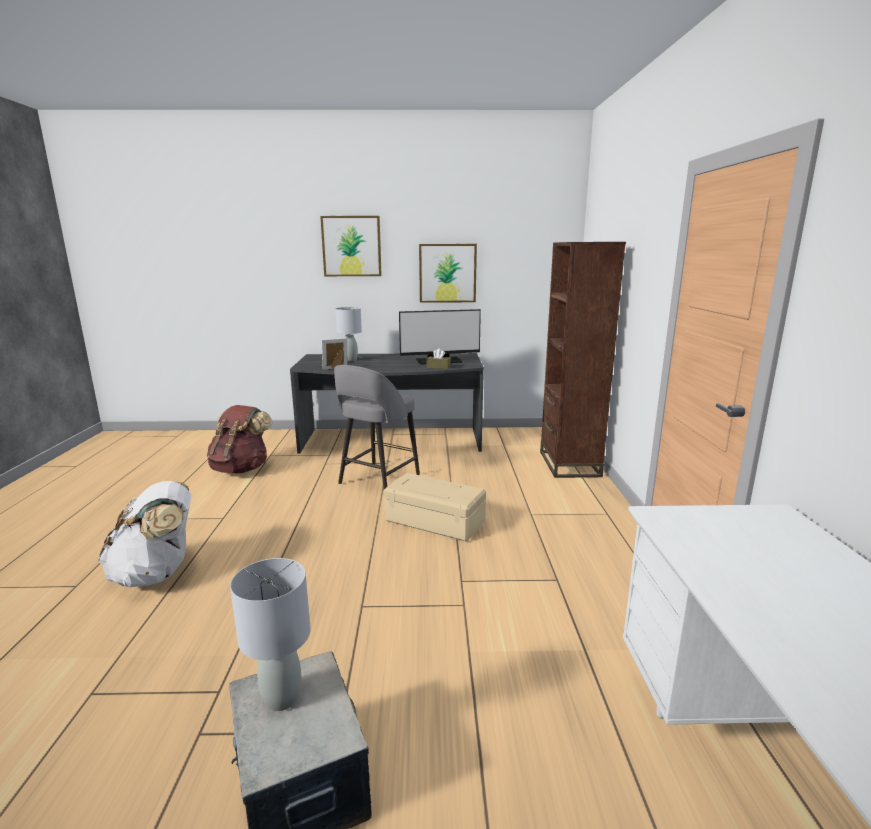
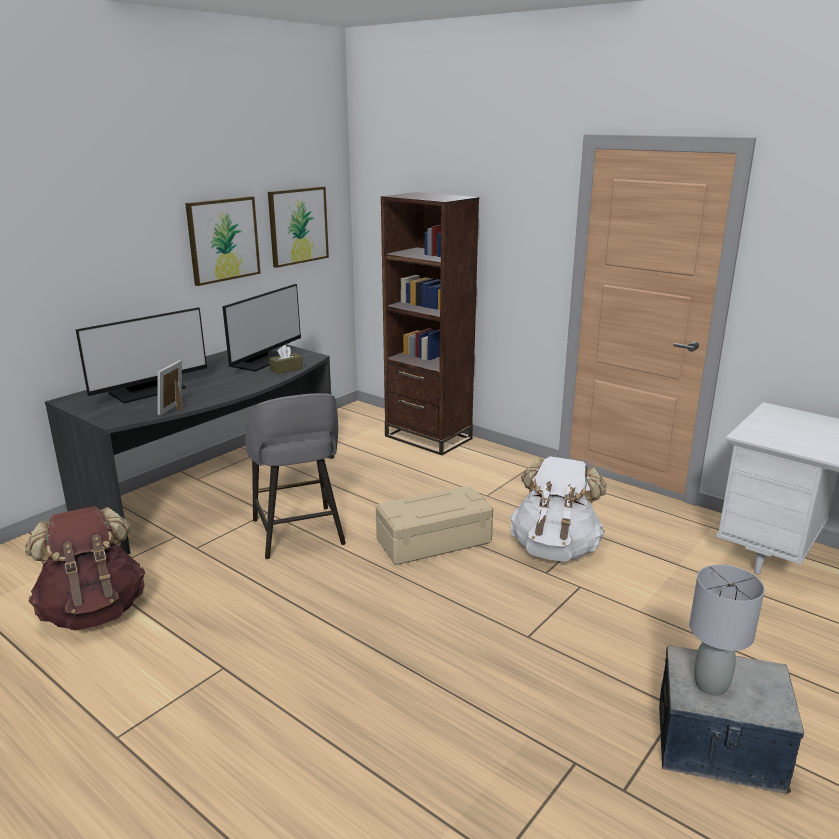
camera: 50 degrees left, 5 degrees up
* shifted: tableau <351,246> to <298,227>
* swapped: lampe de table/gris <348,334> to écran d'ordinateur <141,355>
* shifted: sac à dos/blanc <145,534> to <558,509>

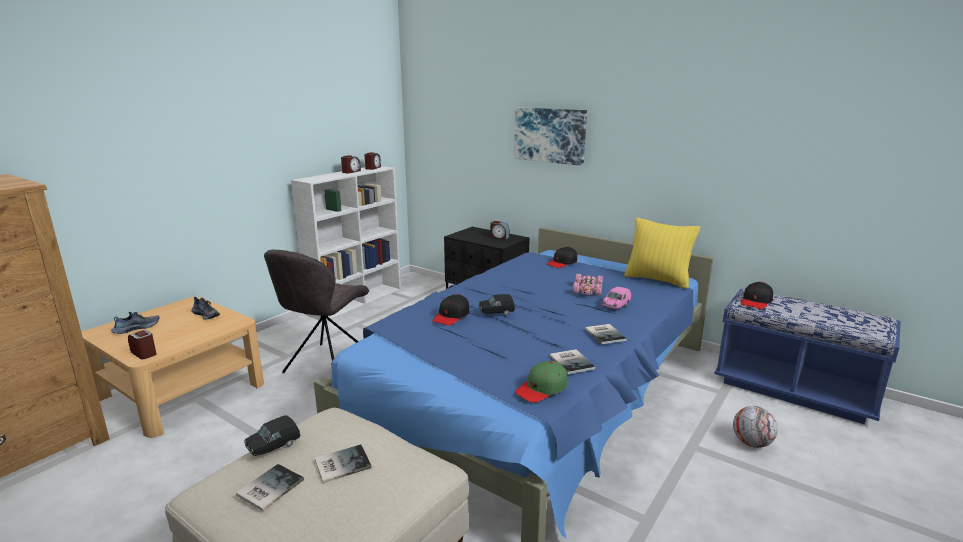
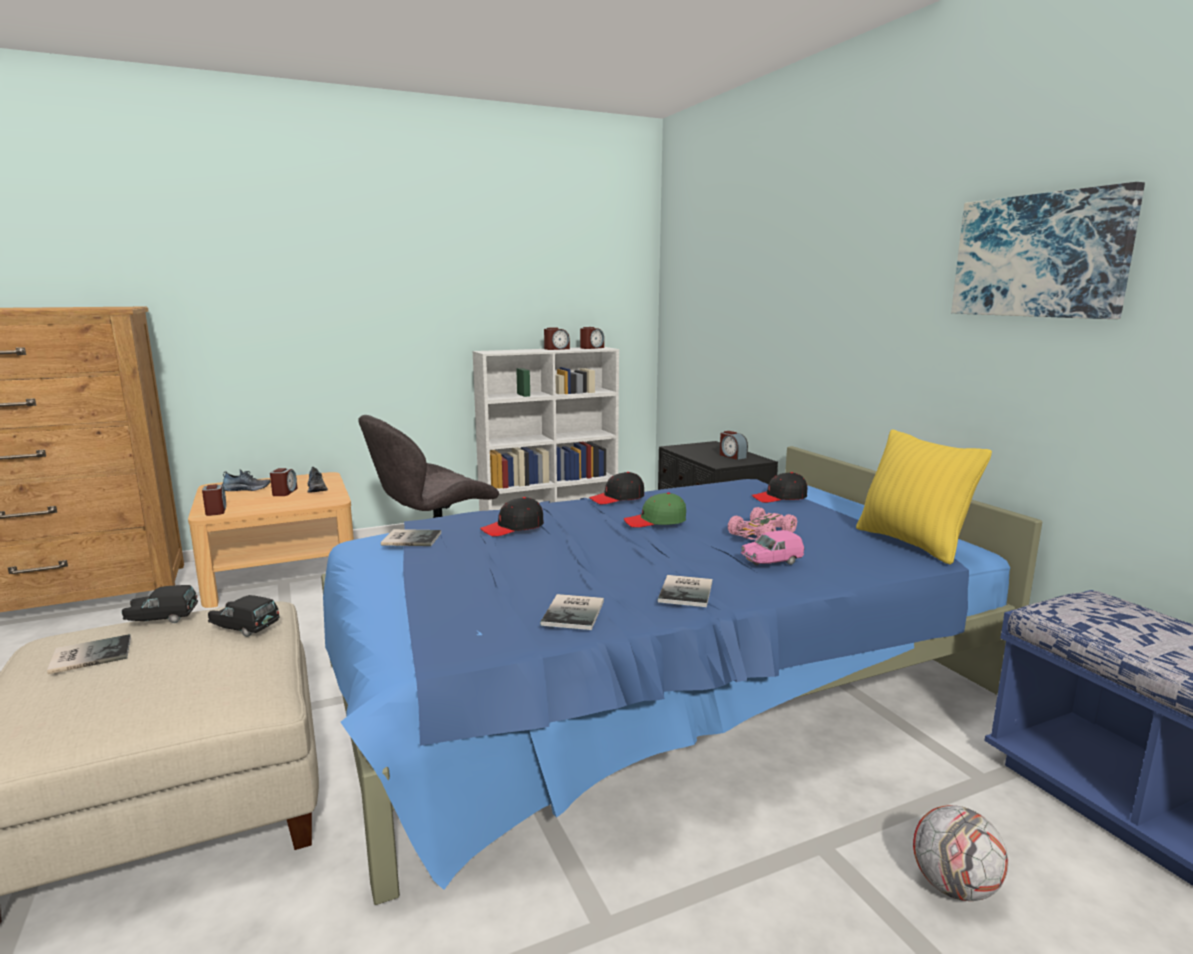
camera: 30 degrees right, 5 degrees down
* shifted: tableau <550,136> to <1048,250>
* shifted: casquette/noir <757,295> to <616,488>
* shifted: petite voiture/noir <496,304> to <244,616>
* shifted: casquette/vert <541,382> to <655,510>
* shifted: livre <343,463> to <411,537>
* new: réveil <284,482>

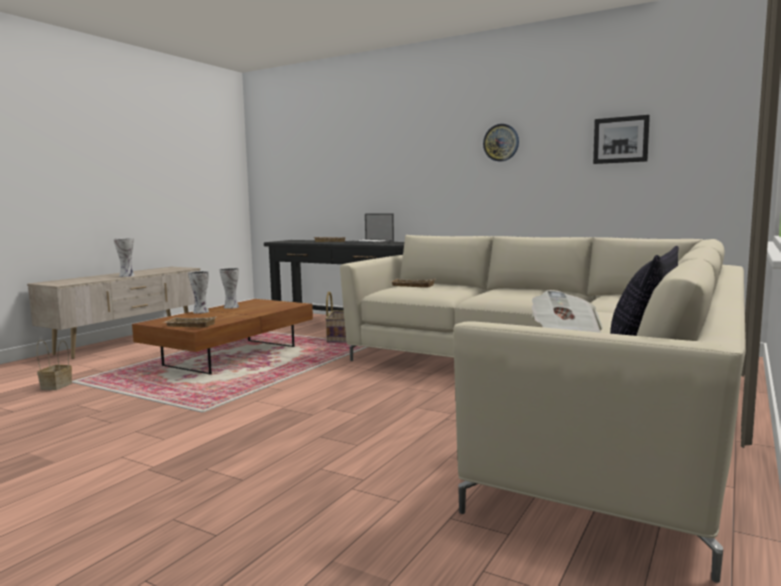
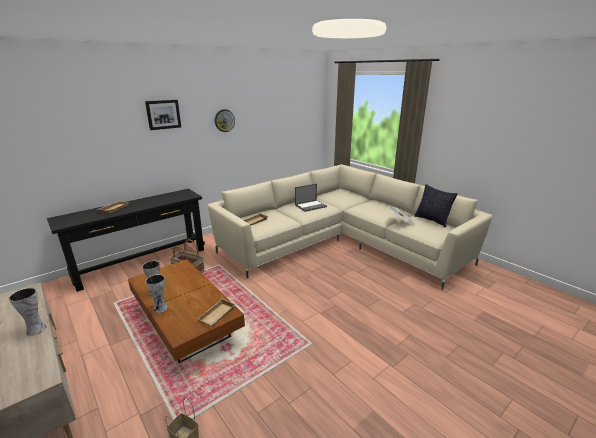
camera: 70 degrees left, 15 degrees up
* shifted: tableau <621,139> to <163,115>
* shifted: ordinateur portable <369,228> to <311,198>

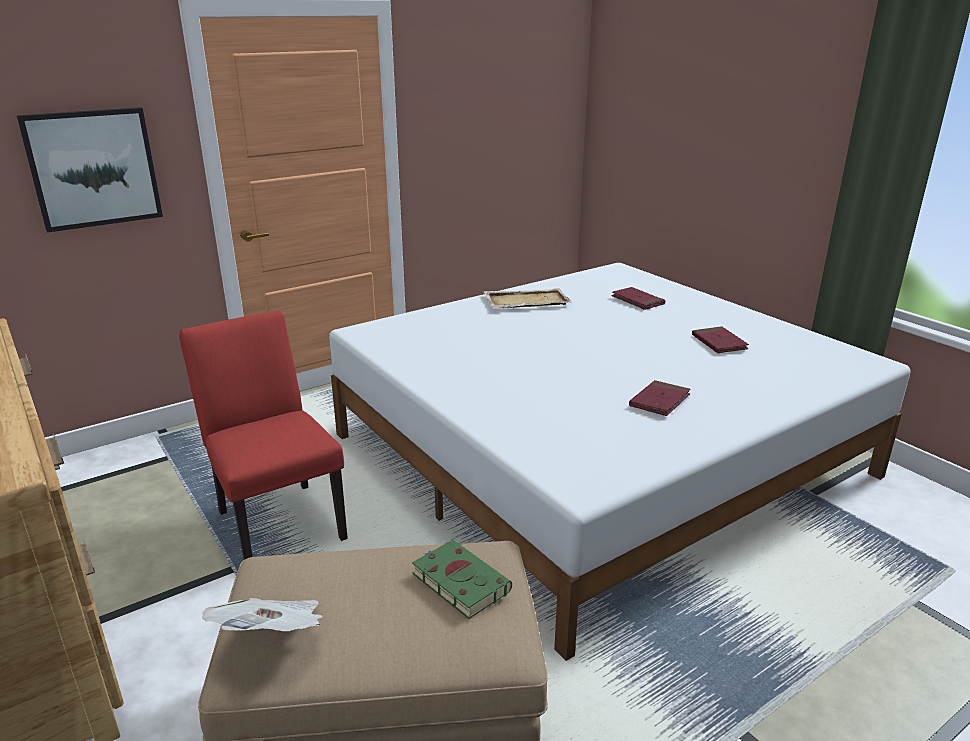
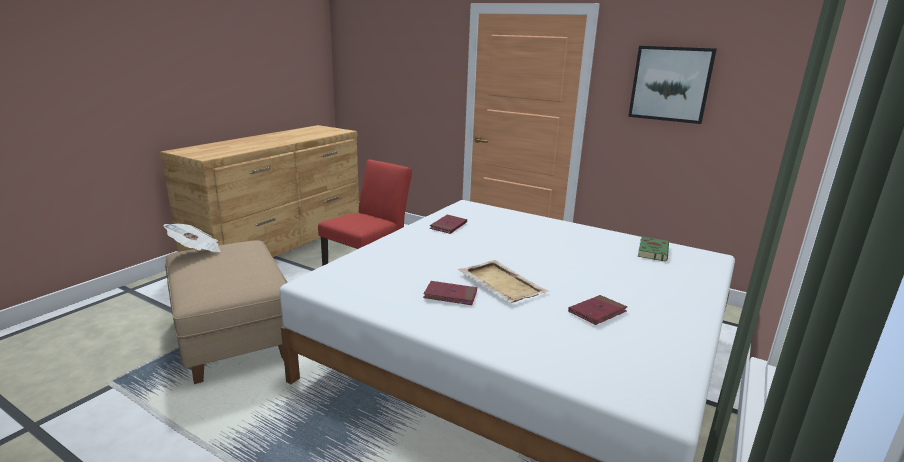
camera: 65 degrees right, 5 degrees down
* shifted: tableau <90,170> to <672,85>
* shifted: livre/rouge <638,298> to <448,224>
* shifted: plateau/beige <527,298> to <503,281>
* shifted: livre/vert <462,579> to <653,249>

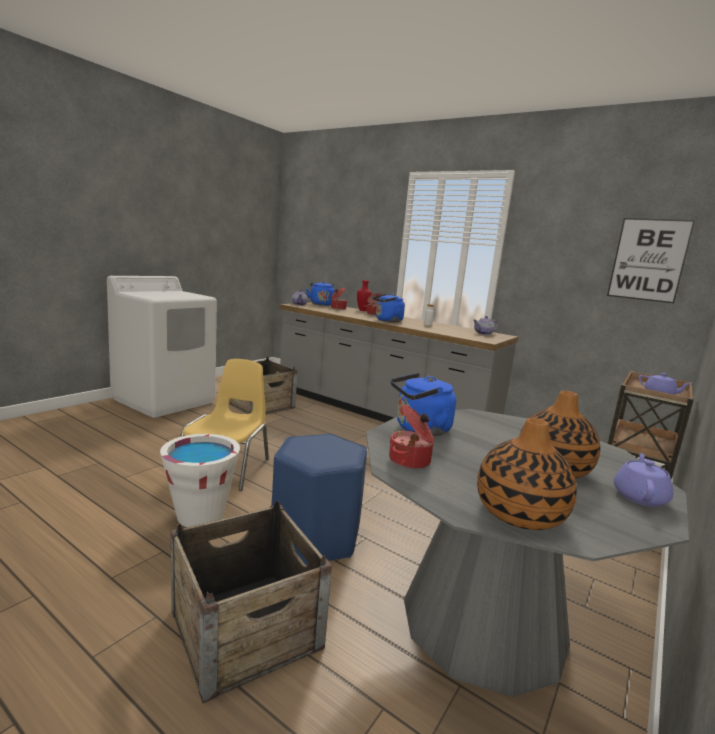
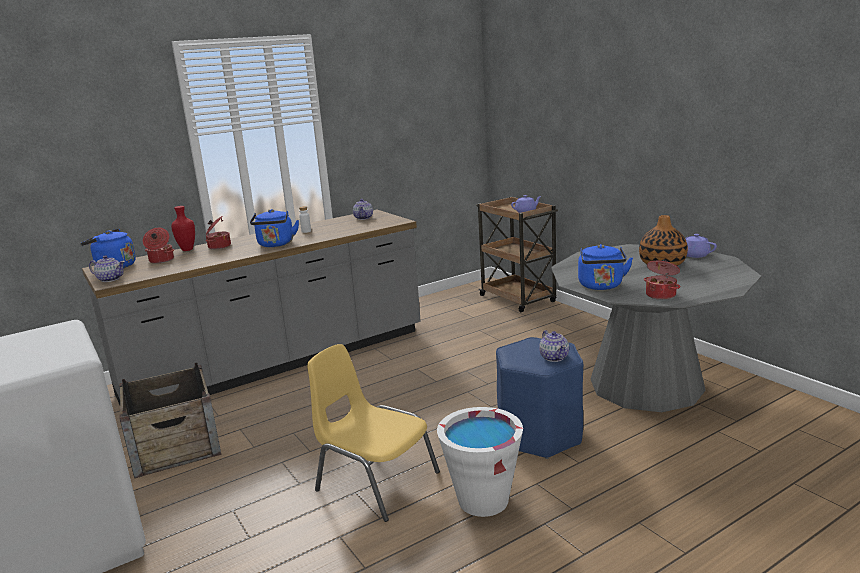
camera: 65 degrees left, 5 degrees up
* gone: tableau <651,260>
* gone: vase <527,474>
* gone: caisse <251,602>
* new: théière <554,346>

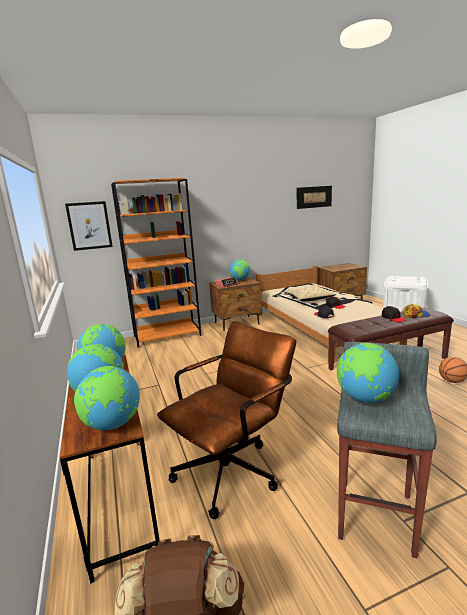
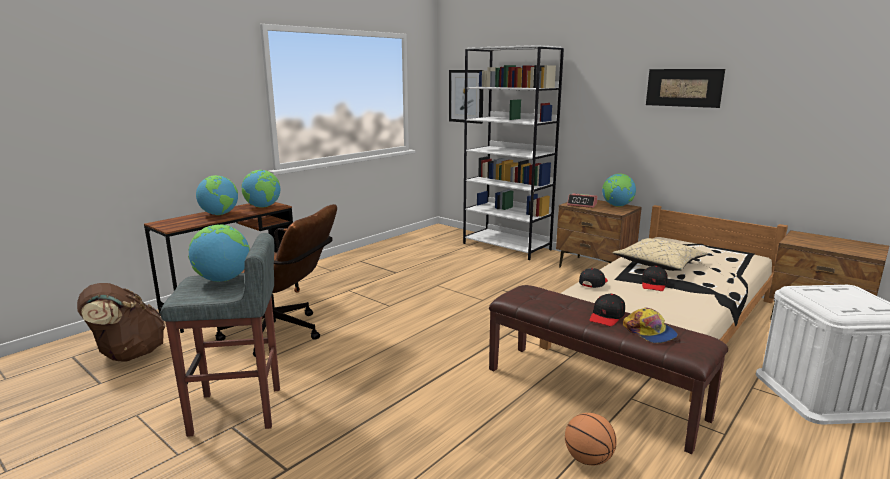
camera: 60 degrees right, 0 degrees up
* repainted: bibliothèque/orange <156,263> to bibliothèque/blanc <513,152>
* shifted: tableau <314,197> to <685,88>
* gone: globe <107,398>

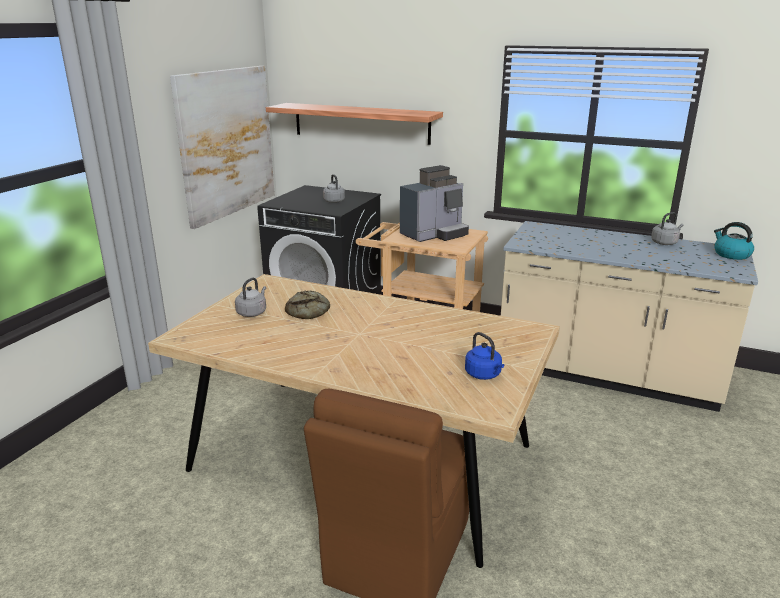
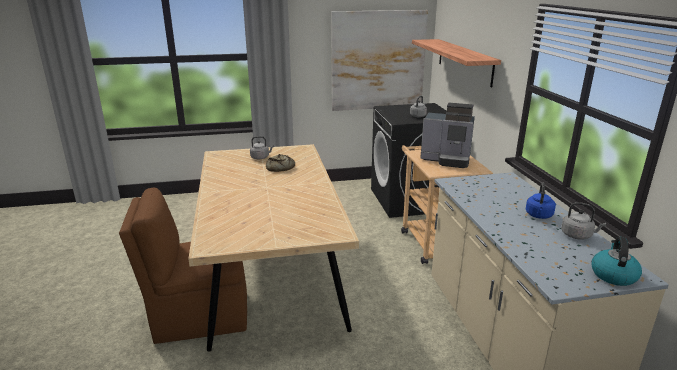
camera: 55 degrees right, 0 degrees up
* shifted: bouilloire/bleu <484,356> to <541,201>

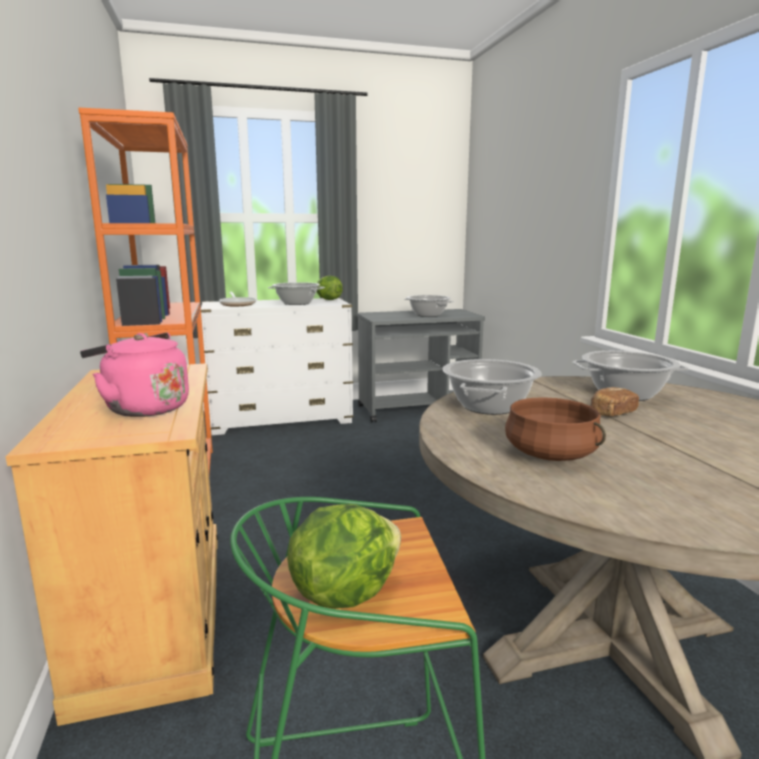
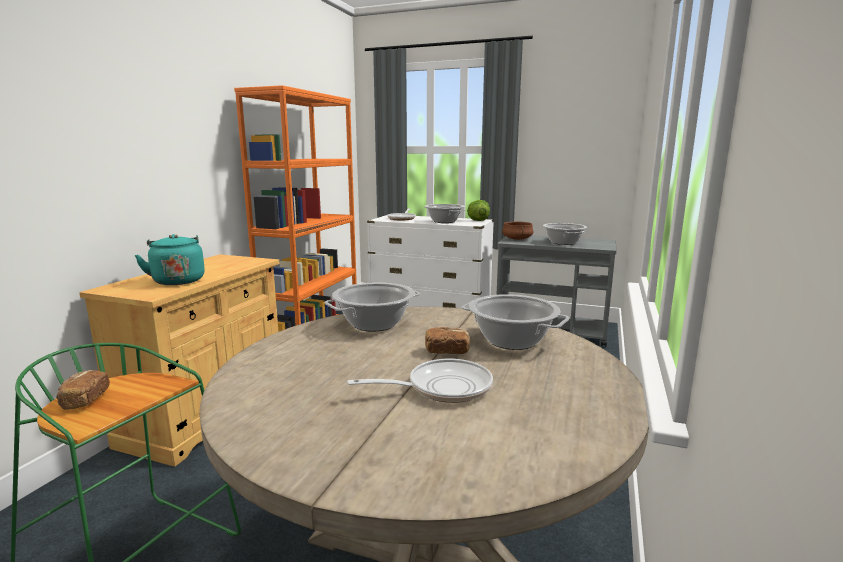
camera: 35 degrees right, 0 degrees up
* repainted: bouilloire/rose <134,374> to bouilloire/turquoise <170,259>
* shifted: marmite/marron <555,429> to <517,231>
* swapped: laitue <344,556> to pain <83,390>
* new: poêle <420,381>

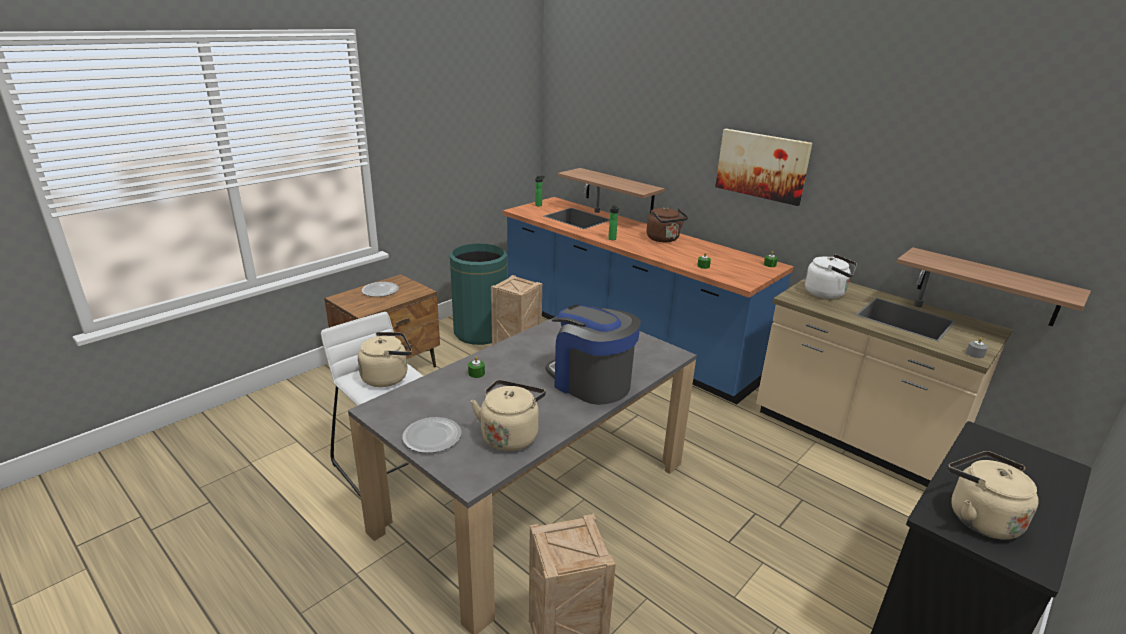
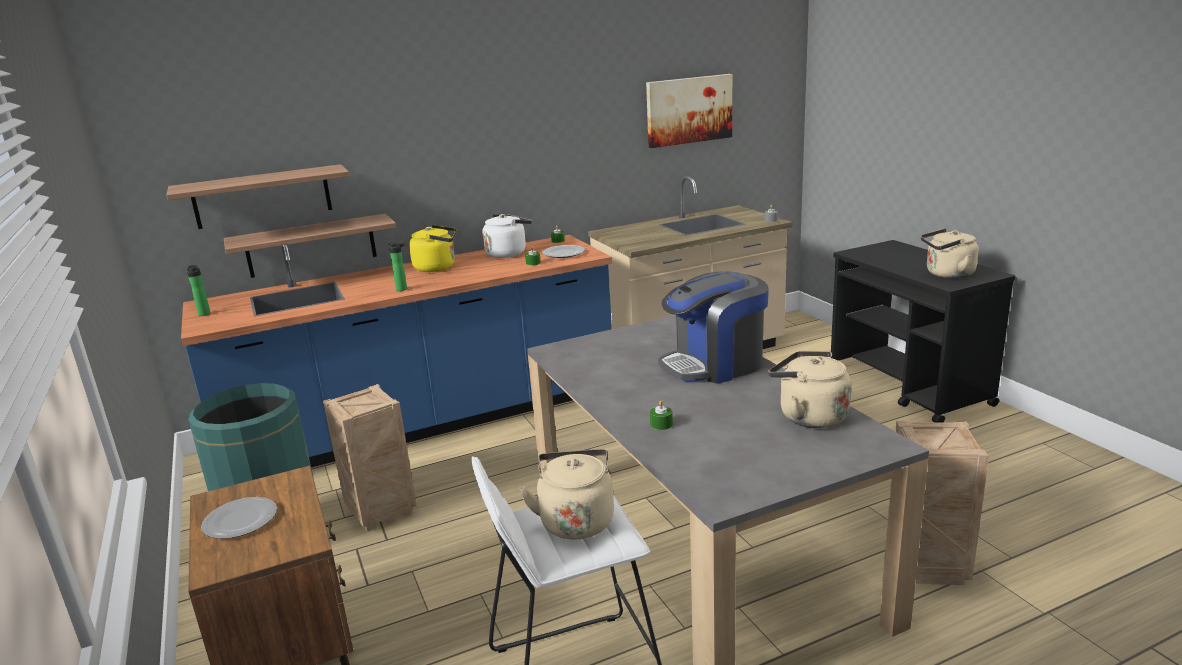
camera: 65 degrees left, 5 degrees down
* shifted: tableau <763,167> to <689,111>
* repainted: bouilloire/marron <667,224> to bouilloire/jaune <433,248>
* shifted: étagère <993,286> to <258,196>
* shifted: bouilloire/blanc <831,276> to <507,236>
* shifted: assiette <431,435> to <563,251>

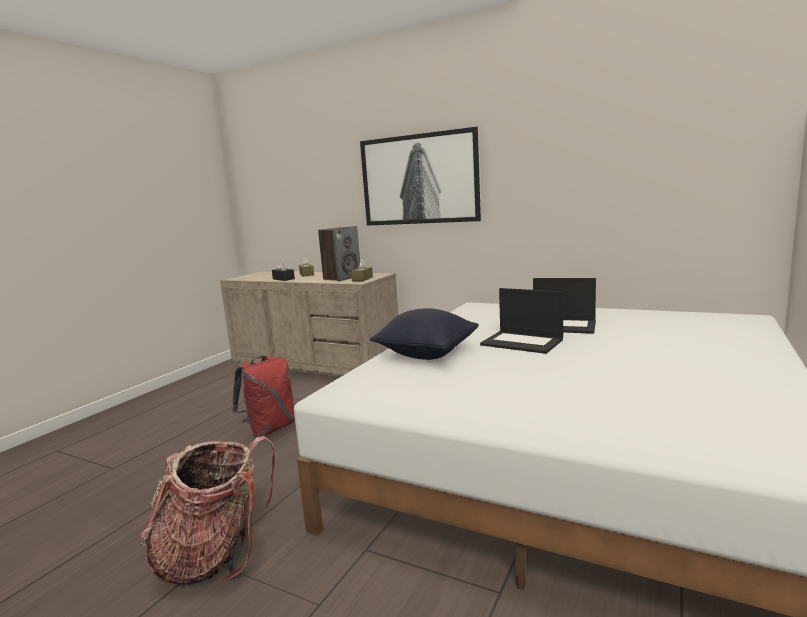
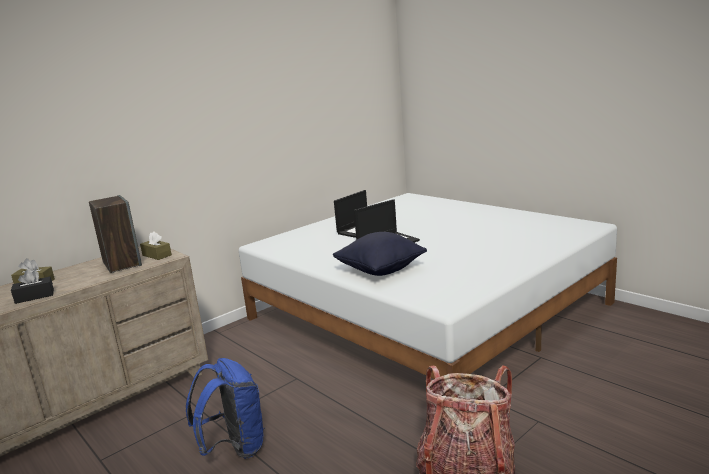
camera: 70 degrees left, 5 degrees up
* gone: tableau <420,176>
* repainted: sac à dos/rouge <263,396> to sac à dos/bleu <225,408>

